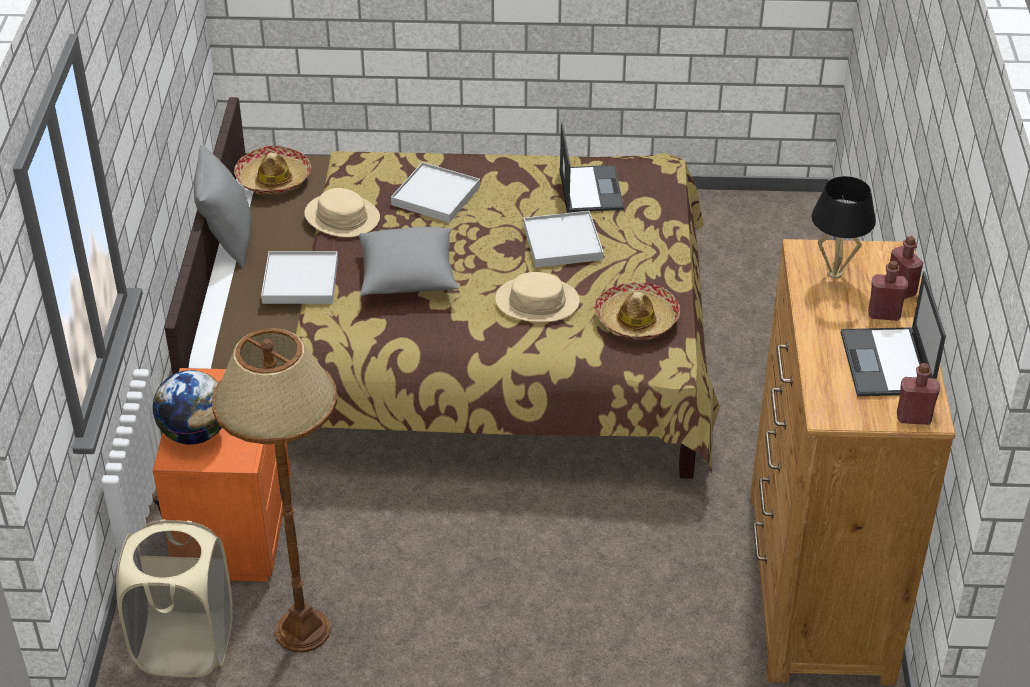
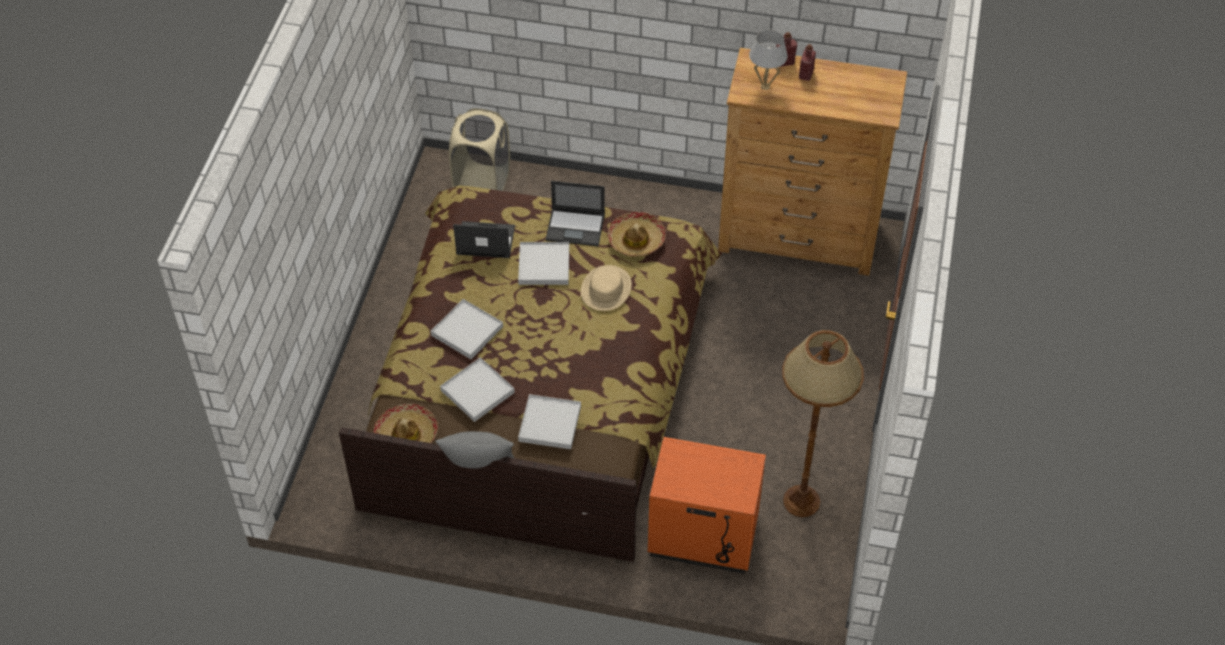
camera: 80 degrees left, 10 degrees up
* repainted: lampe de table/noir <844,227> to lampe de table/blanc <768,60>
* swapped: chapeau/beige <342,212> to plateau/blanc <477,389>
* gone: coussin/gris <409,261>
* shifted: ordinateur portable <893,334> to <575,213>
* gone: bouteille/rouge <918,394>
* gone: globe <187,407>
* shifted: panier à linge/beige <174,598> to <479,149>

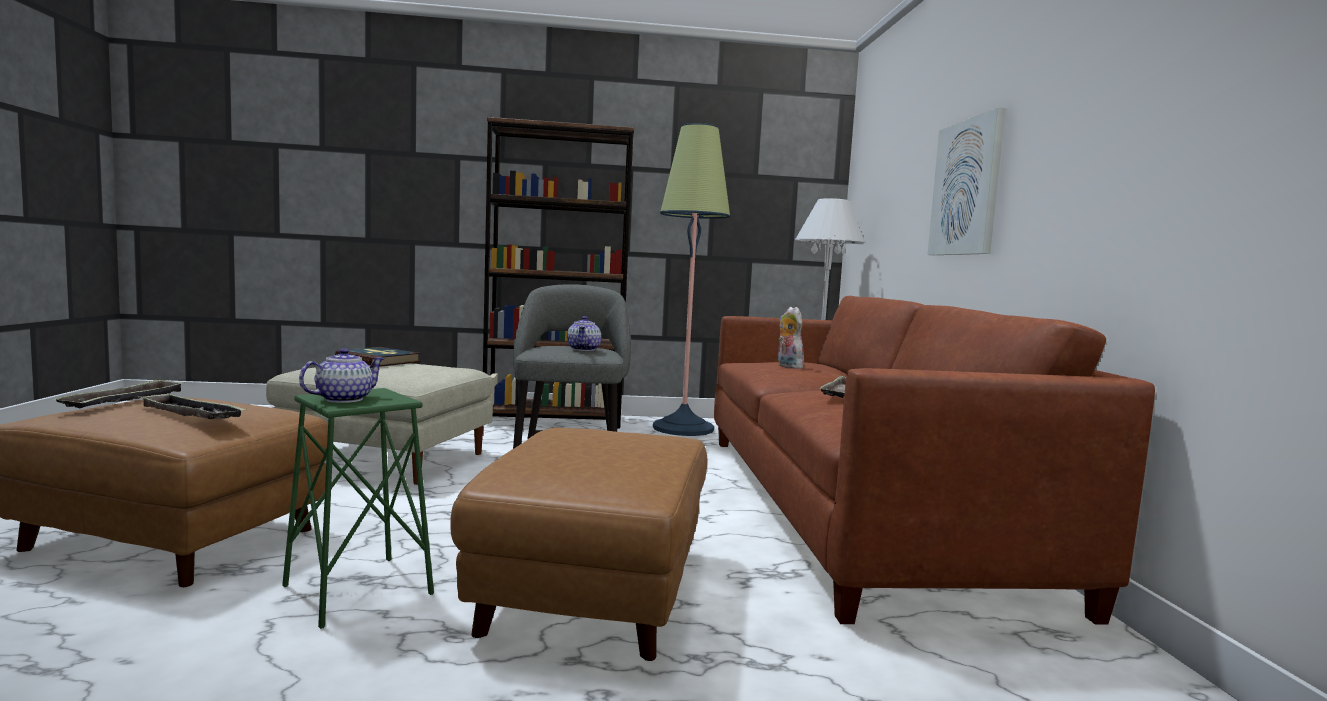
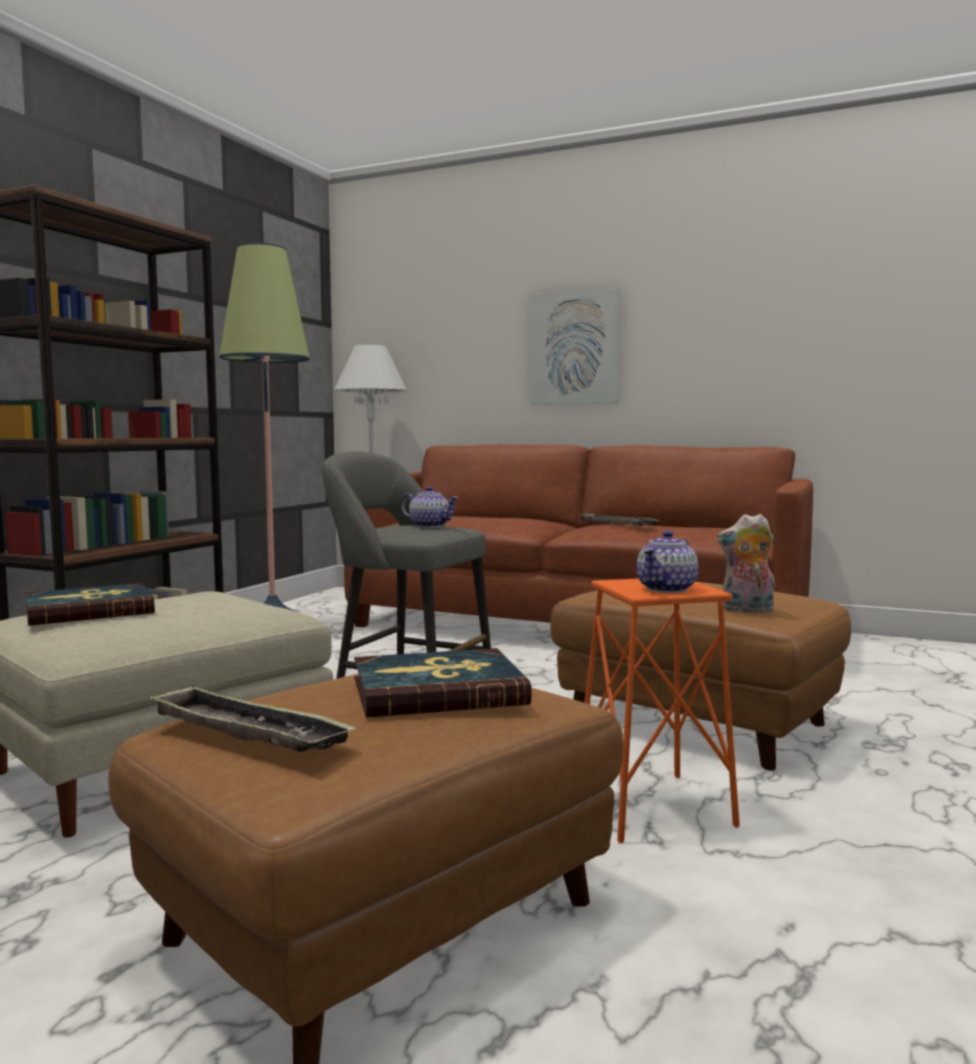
camera: 60 degrees left, 0 degrees up
* shifted: peluche <791,338> to <745,563>
* rotated: théière <342,375> = <667,562> 120 degrees counterclockwise
* repainted: tabouret/vert <358,508> to tabouret/orange <662,710>
* swapped: plateau <192,406> to livre <443,683>

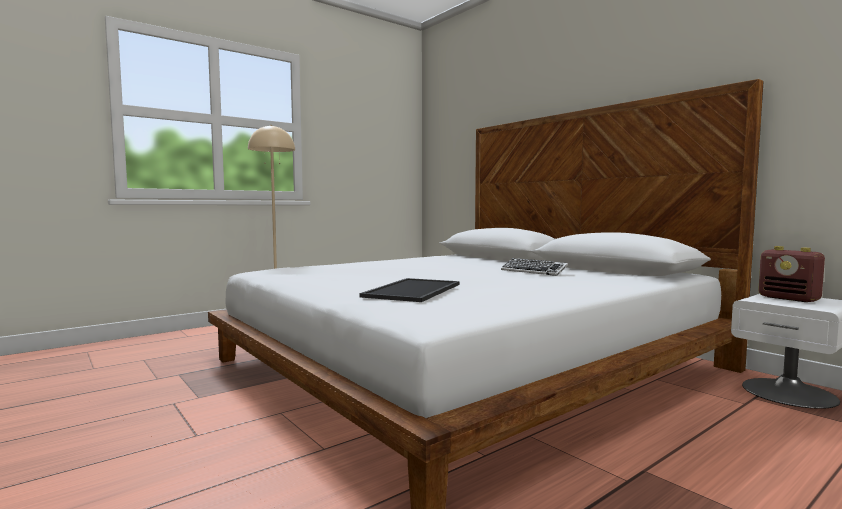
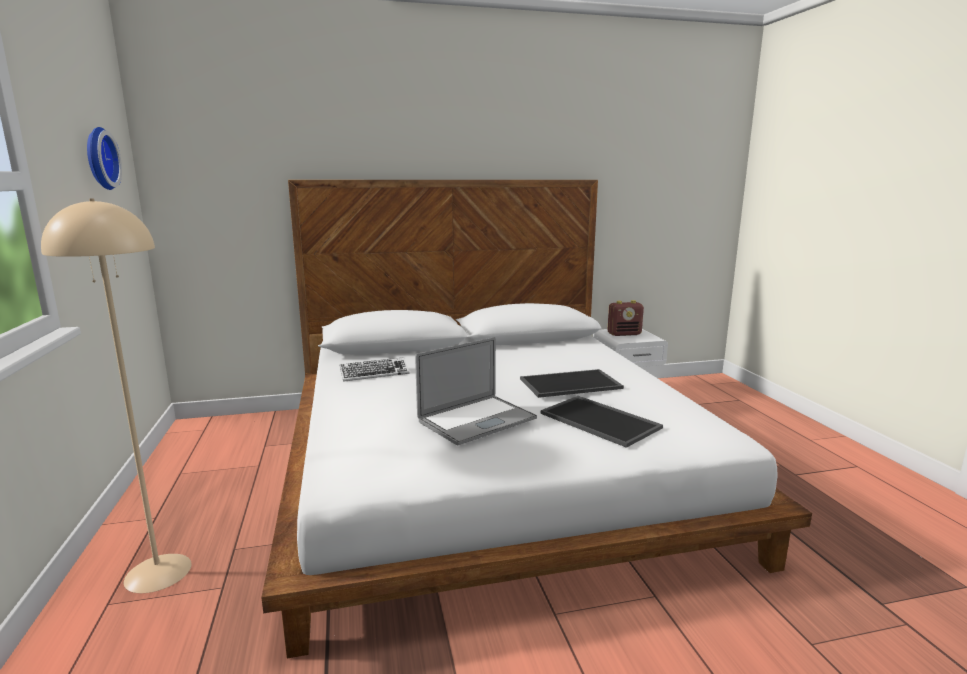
camera: 65 degrees left, 10 degrees up
* shifted: clavier <534,267> to <375,369>
* new: horloge murale <104,158>
* new: ordinateur portable <476,391>
* new: plateau <572,383>

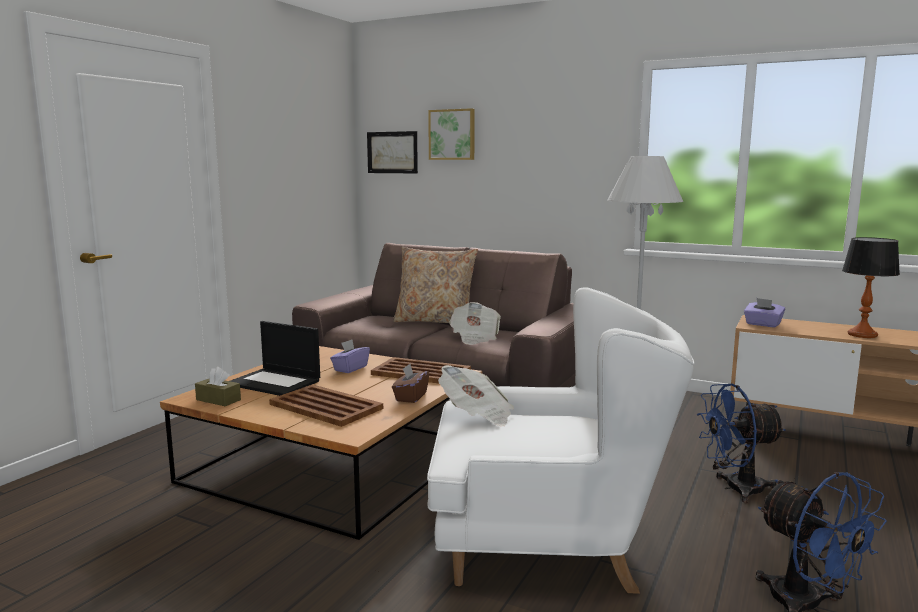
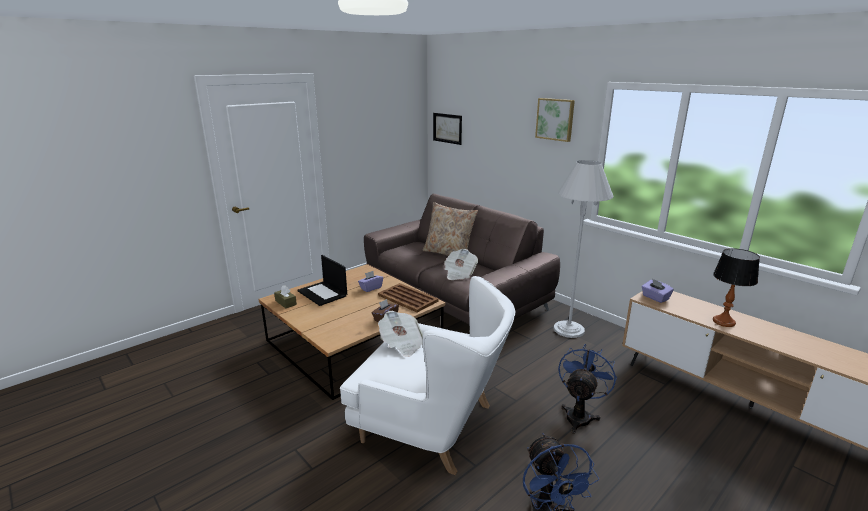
camera: 20 degrees right, 10 degrees up
* shifted: tableau <451,134> to <555,120>
* rotated: ventilateur/bleu <741,443> = <587,389> 105 degrees clockwise
* gone: plateau/marron <326,405>

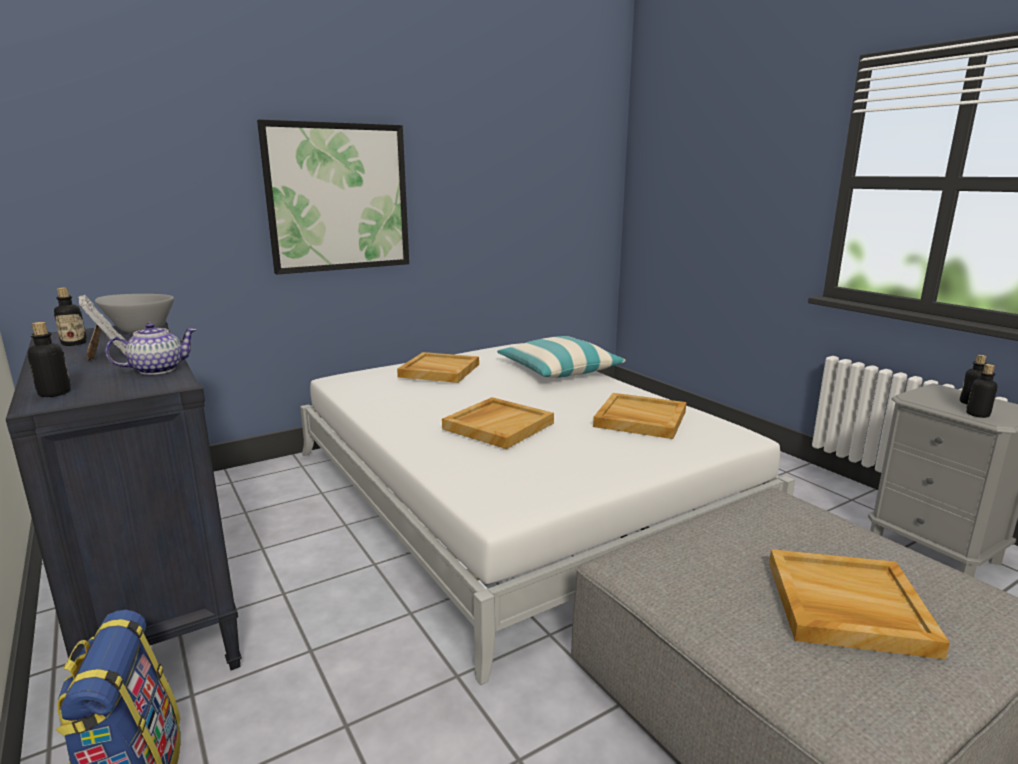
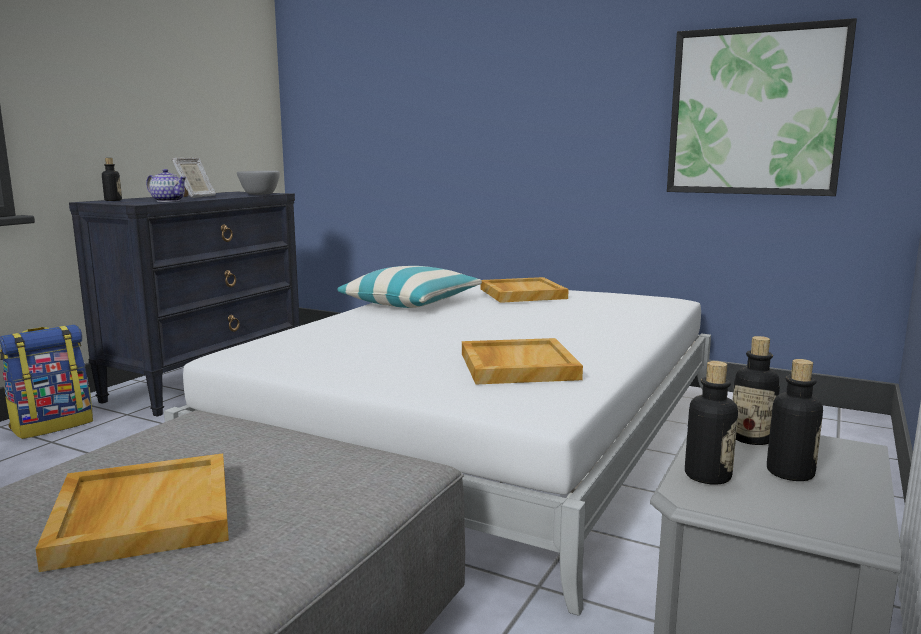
camera: 60 degrees right, 5 degrees down
* shifted: tableau <333,197> to <762,107>
* shifted: bouteille <70,316> to <756,390>
* shifted: coussin <561,357> to <409,287>
* gone: plateau/beige <498,423>

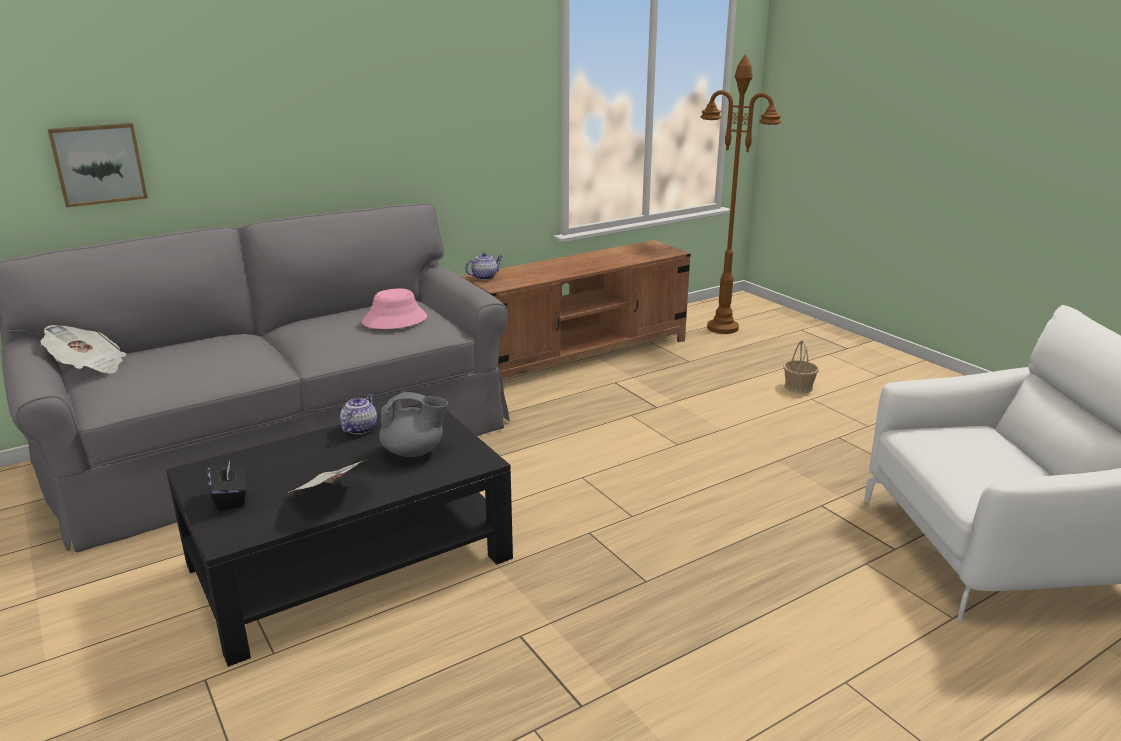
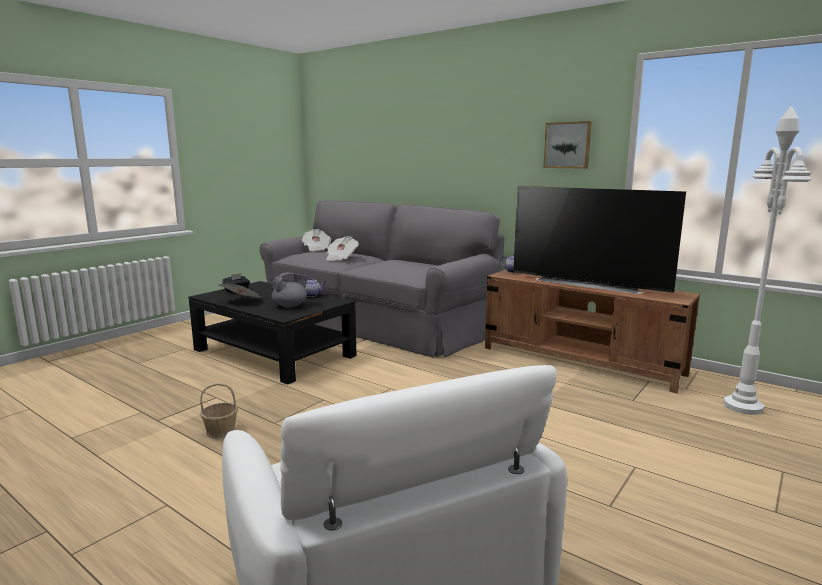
camera: 70 degrees right, 10 degrees down
* repainted: lampadaire/marron <740,194> to lampadaire/blanc <768,260>
* shifted: tableau <97,165> to <567,145>
* gone: chapeau/rose <394,308>
* shifted: panier <801,366> to <219,411>
* rotated: théière/gris <413,424> = <290,290> 105 degrees counterclockwise
* new: téléviseur <599,240>
* new: journal <342,248>

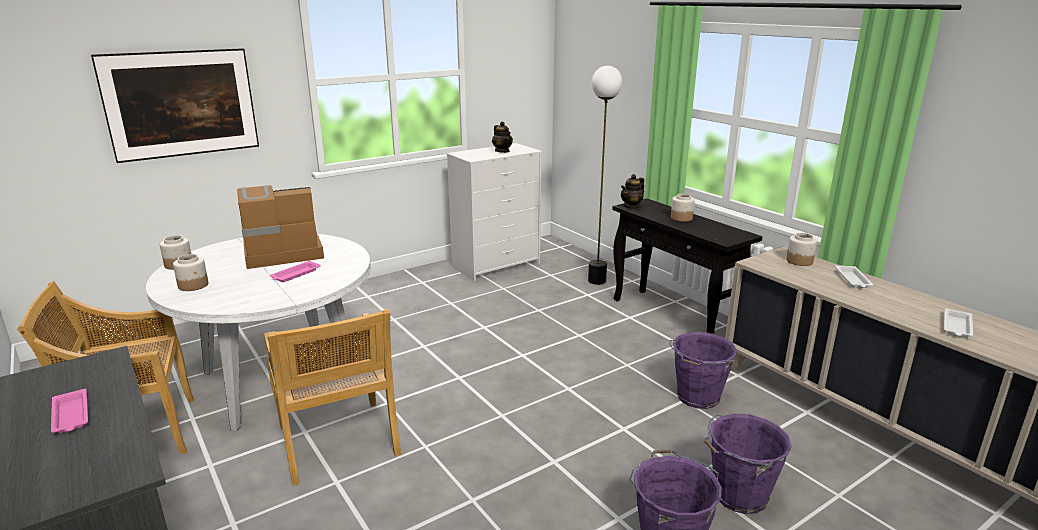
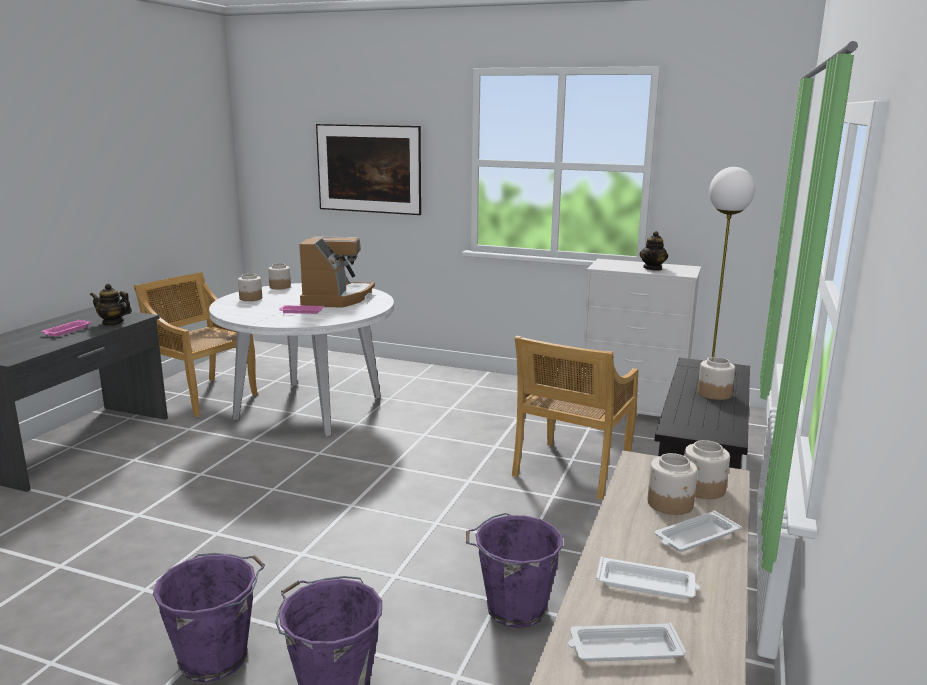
camera: 55 degrees right, 5 degrees down
* shifted: théière <632,191> to <111,305>
* rotated: machine à café <280,227> = <337,271> 60 degrees clockwise
* shifted: chaise/beige <332,397> to <575,418>
* new: bocal <673,484>
* new: plateau/blanc <648,577>

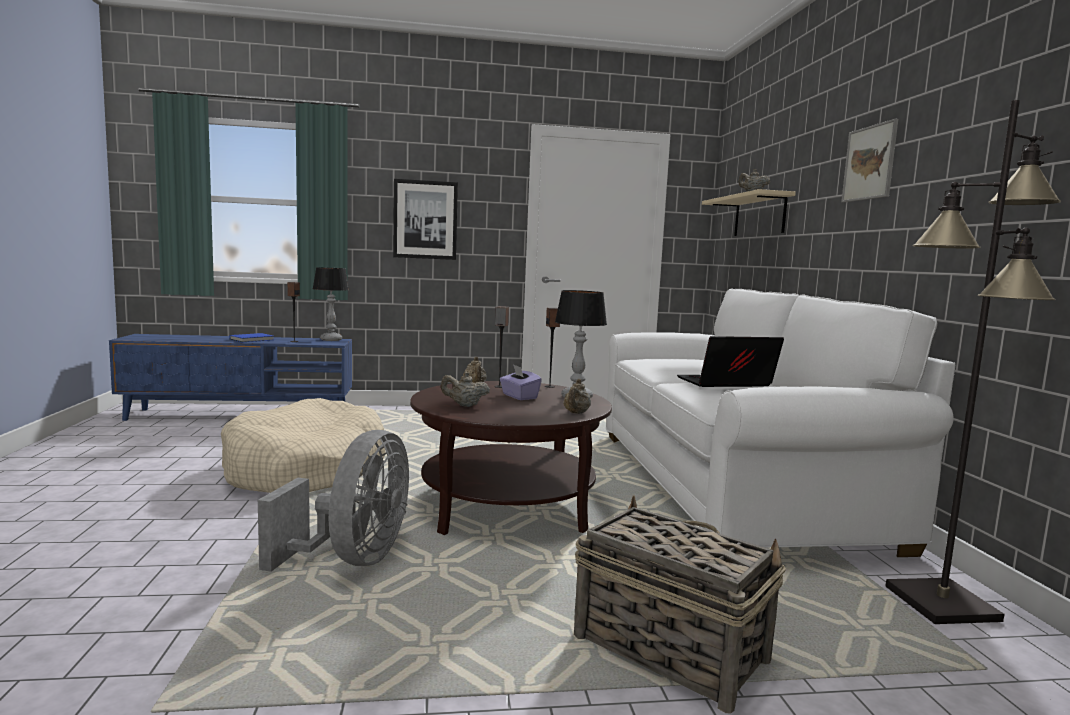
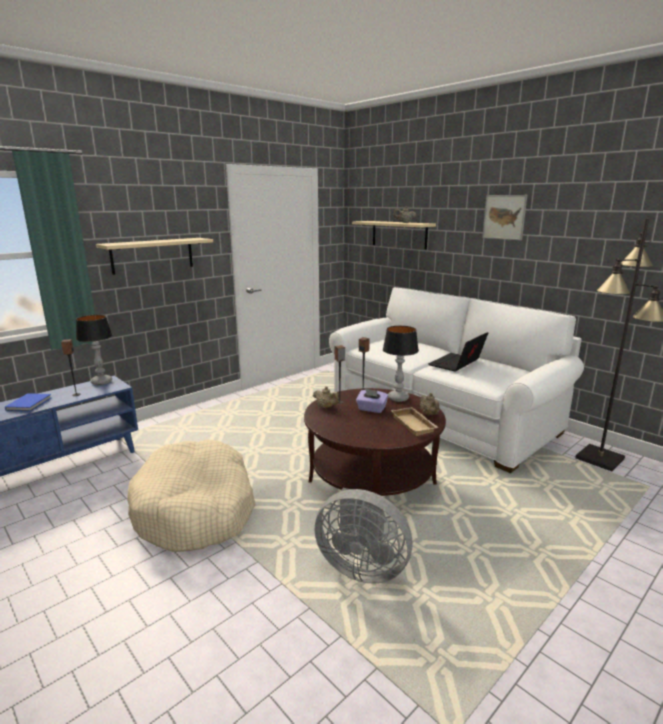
camera: 35 degrees left, 10 degrees up
* swapped: tableau <425,219> to étagère/beige <154,256>
* gone: théière/beige <465,389>
* rotated: ventilateur/gris <333,501> = <364,536> 135 degrees clockwise
* gone: panier <680,604>
* new: plateau/beige <415,421>

